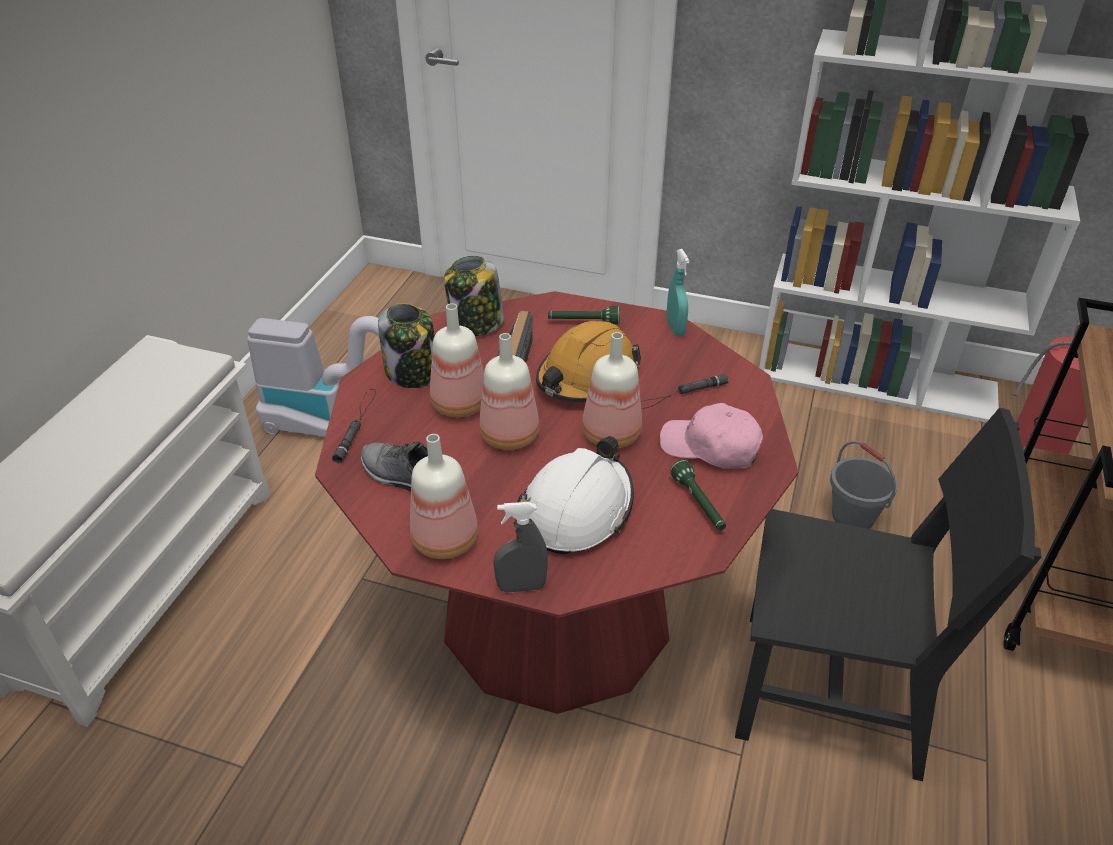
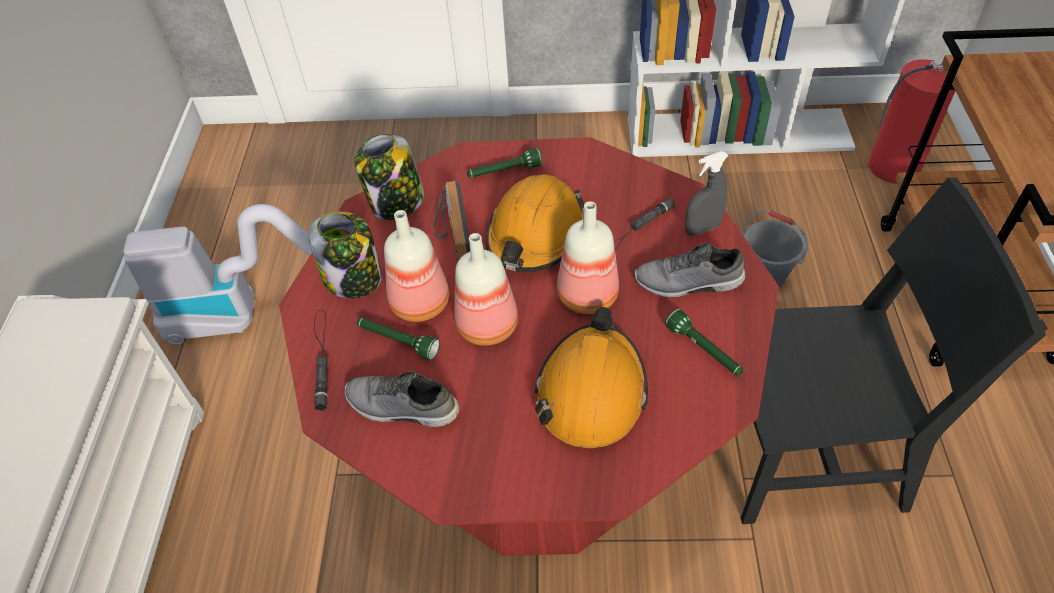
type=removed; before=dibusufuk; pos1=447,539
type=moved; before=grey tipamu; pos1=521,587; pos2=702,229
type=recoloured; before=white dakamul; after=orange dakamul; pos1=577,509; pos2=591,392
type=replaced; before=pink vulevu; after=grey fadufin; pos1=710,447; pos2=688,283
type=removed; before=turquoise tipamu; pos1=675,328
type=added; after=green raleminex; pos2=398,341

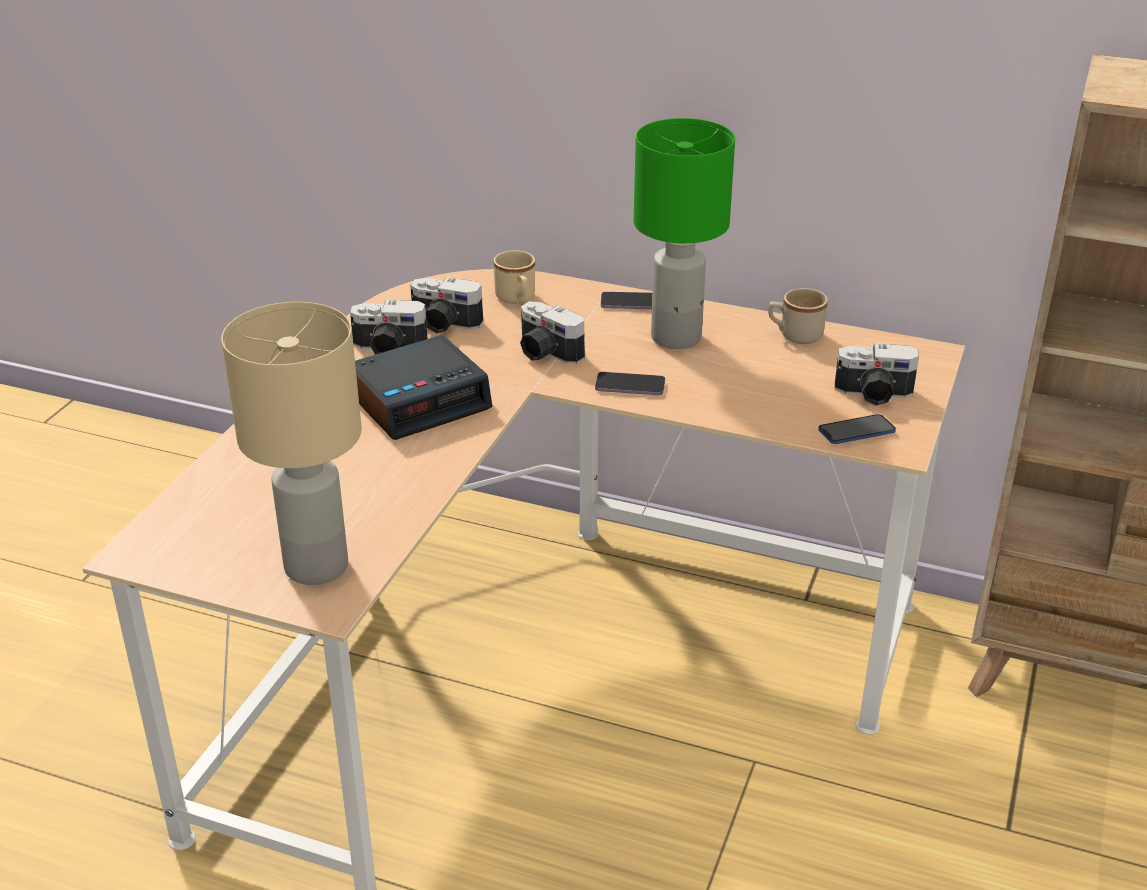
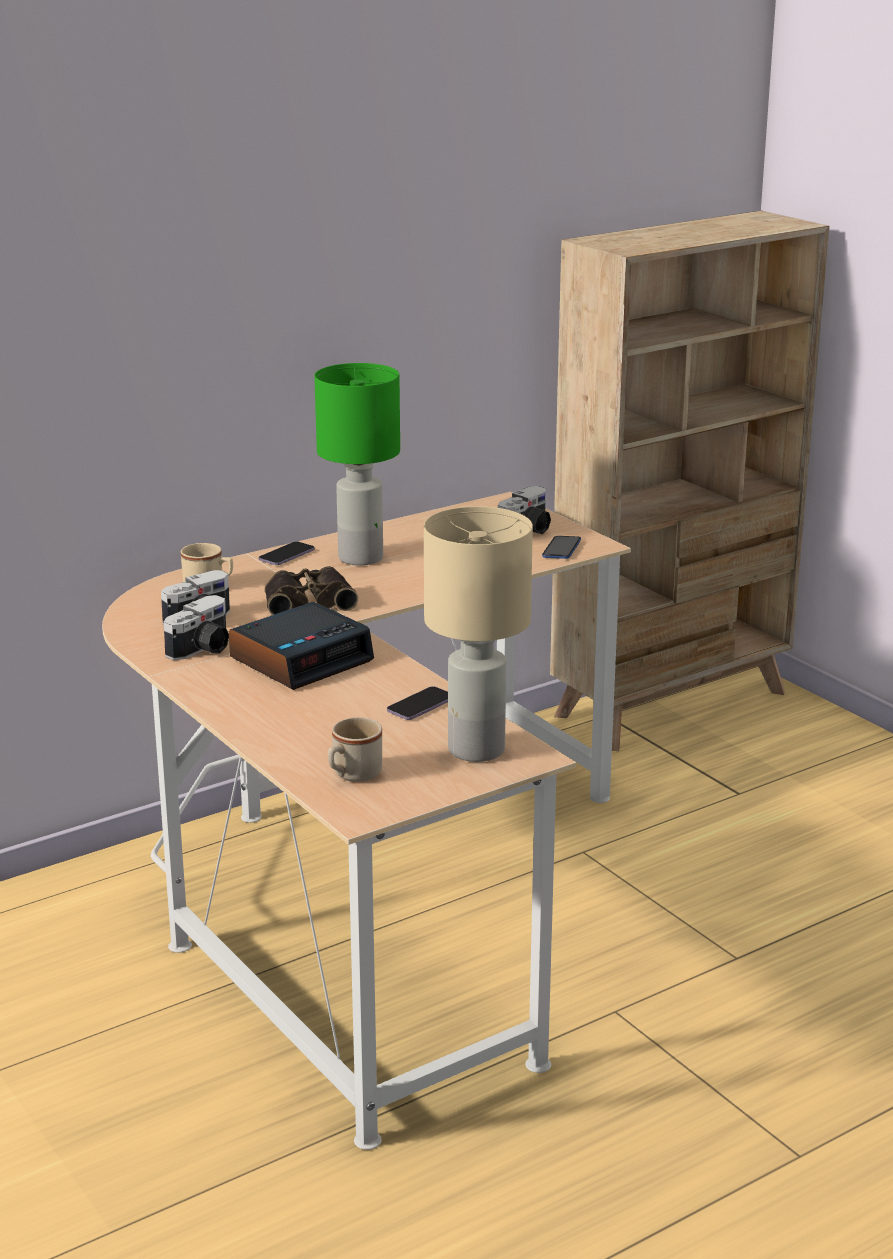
type=turned; before=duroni; pos1=419,400; pos2=302,659; turn=45
type=replaced; before=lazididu; after=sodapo; pos1=545,353; pos2=308,601
type=moved; before=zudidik; pos1=630,386; pos2=421,706
type=moved; before=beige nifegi; pos1=794,335; pos2=352,775

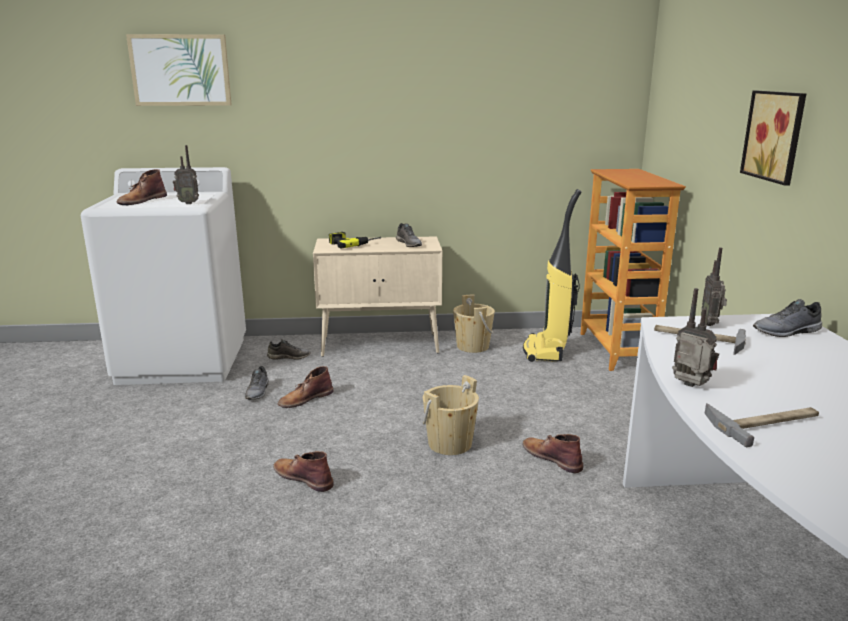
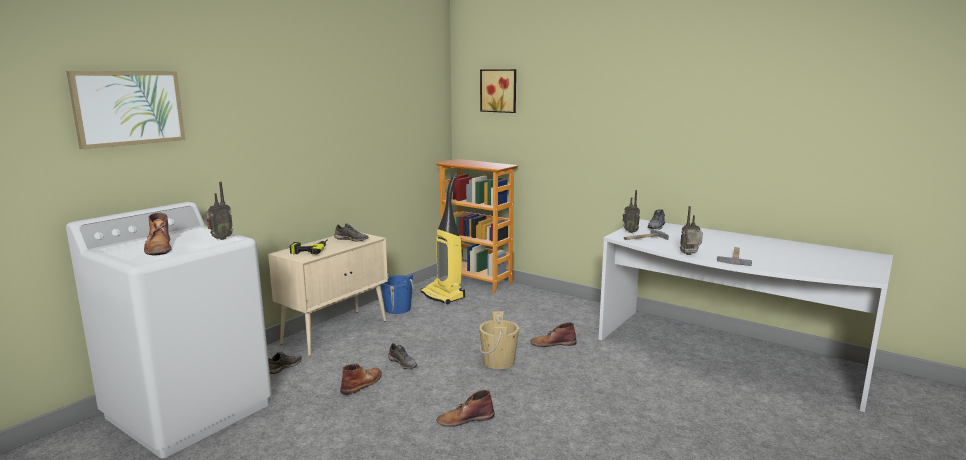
type=moved; before=grey fadufin; pos1=258,392; pos2=403,363
type=turned; before=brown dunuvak; pos1=305,398; pos2=362,383; turn=-150
type=recoloured; before=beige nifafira; after=blue nifafira; pos1=472,346; pos2=397,309
type=moved; before=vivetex; pos1=776,136; pos2=499,90

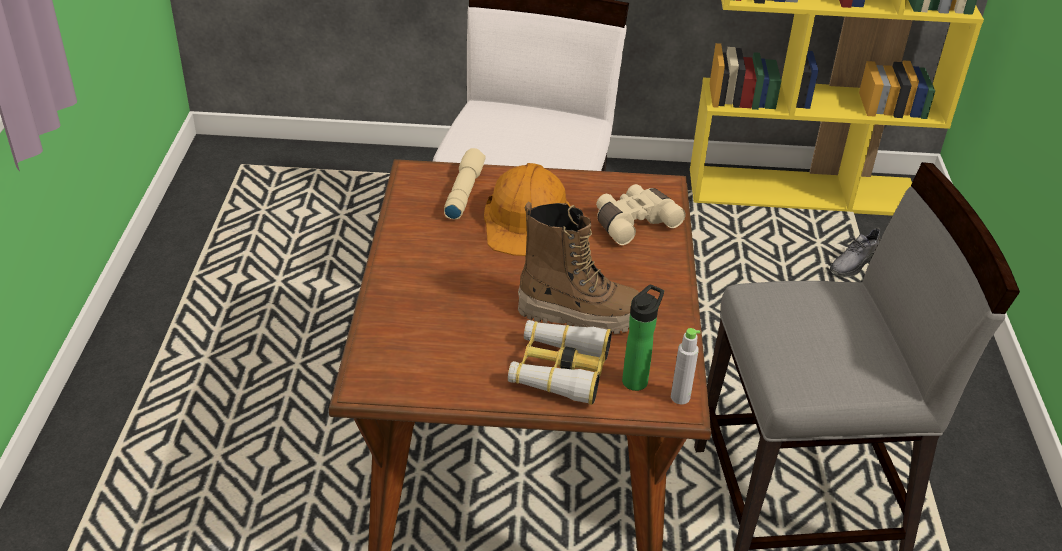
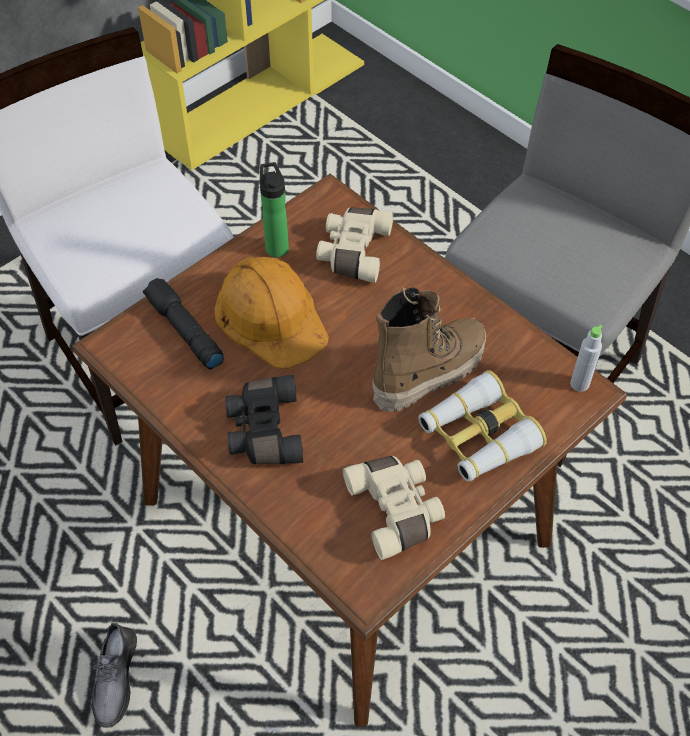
type=recoloured; before=beige raleminex; after=black raleminex; pos1=463,192; pos2=183,330
type=moved; before=dibusufuk; pos1=637,379; pos2=276,246
type=moved; before=grey fadufin; pos1=854,263; pos2=115,678
type=added; after=black sodapo; pos2=263,430
type=added; after=beige sodapo; pos2=396,509

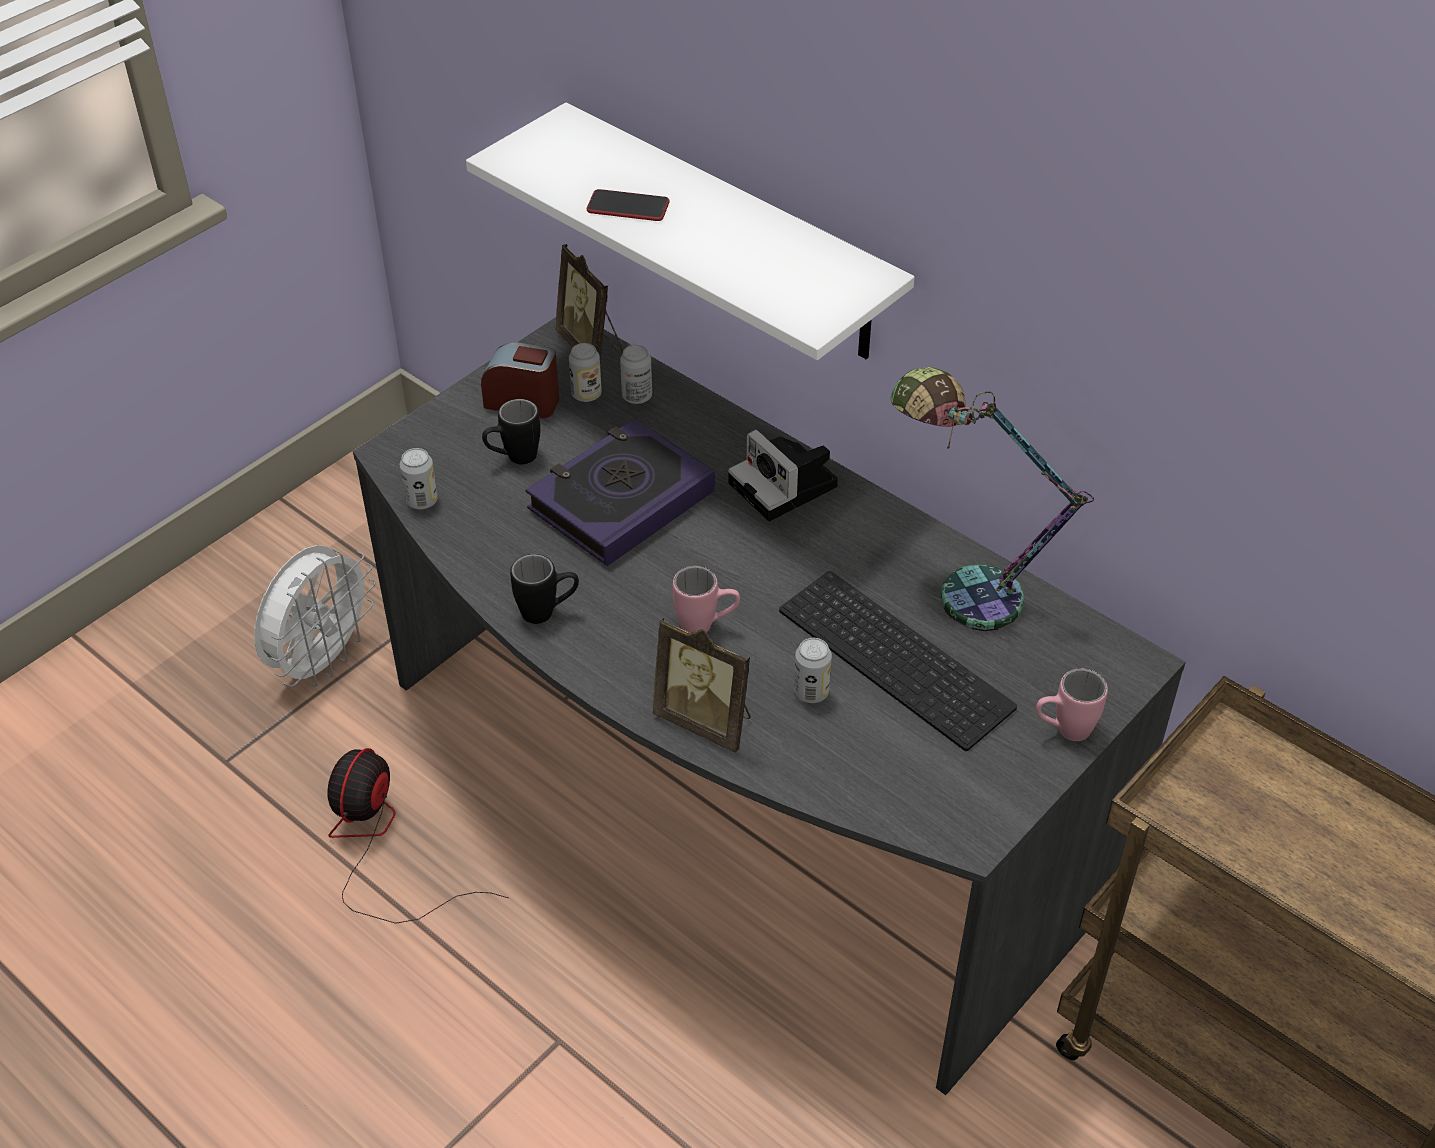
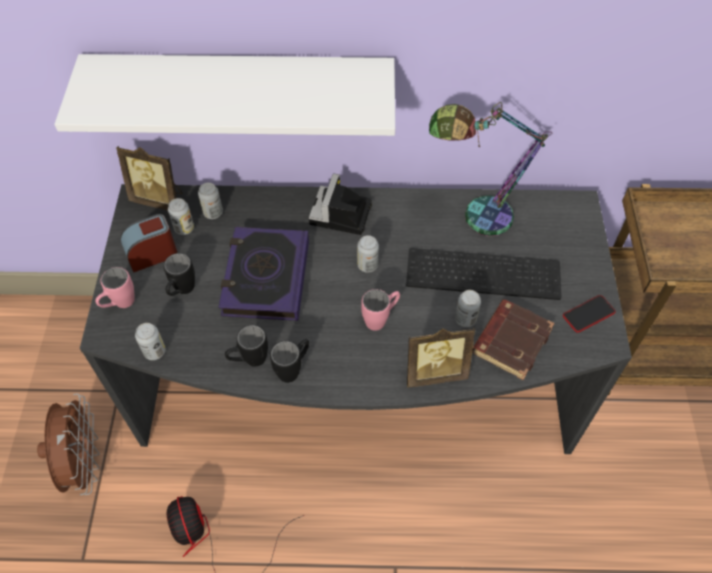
type=recoloured; before=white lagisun; after=brown lagisun; pos1=322,661; pos2=84,463
type=moved; before=zudidik; pos1=628,207; pos2=588,314
type=turned; before=lazididu; pos1=786,486; pos2=341,216; turn=90
type=moved; before=pink nifegi; pos1=1063,731; pos2=120,305
type=added; after=black nifegi; pos2=249,361
type=added; after=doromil; pos2=367,265
type=added; after=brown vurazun; pos2=511,340

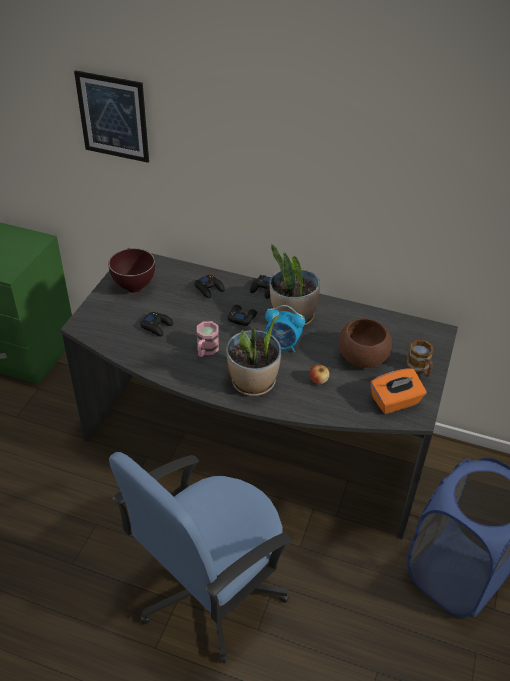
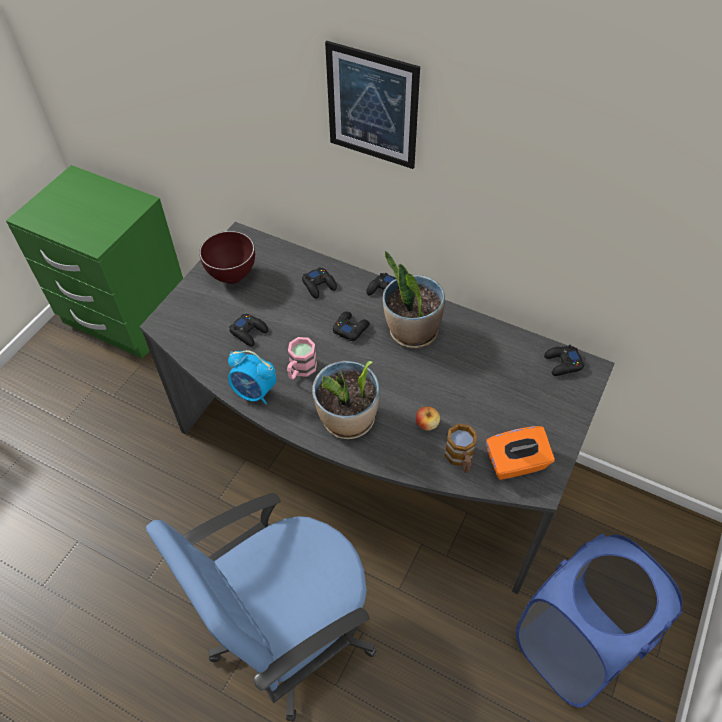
type=moved; before=vivetex; pos1=113,117; pos2=372,106
type=moved; before=duroni; pos1=282,345; pos2=254,392
type=removed; before=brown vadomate; pos1=362,358
type=moved; before=nifegi; pos1=419,369; pos2=460,459
type=added; after=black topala; pos2=562,364

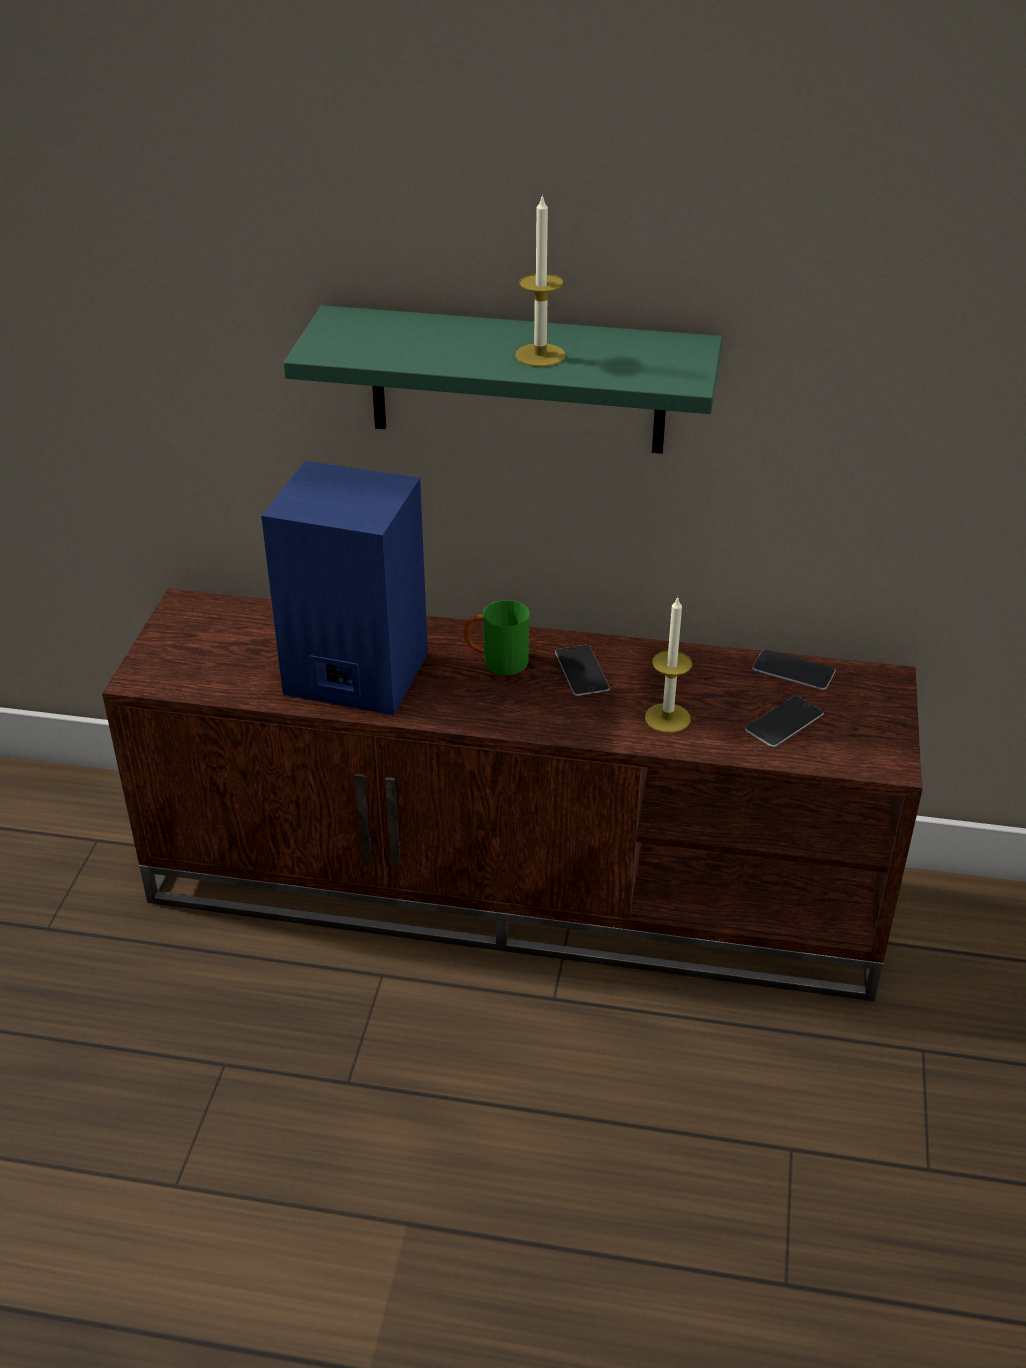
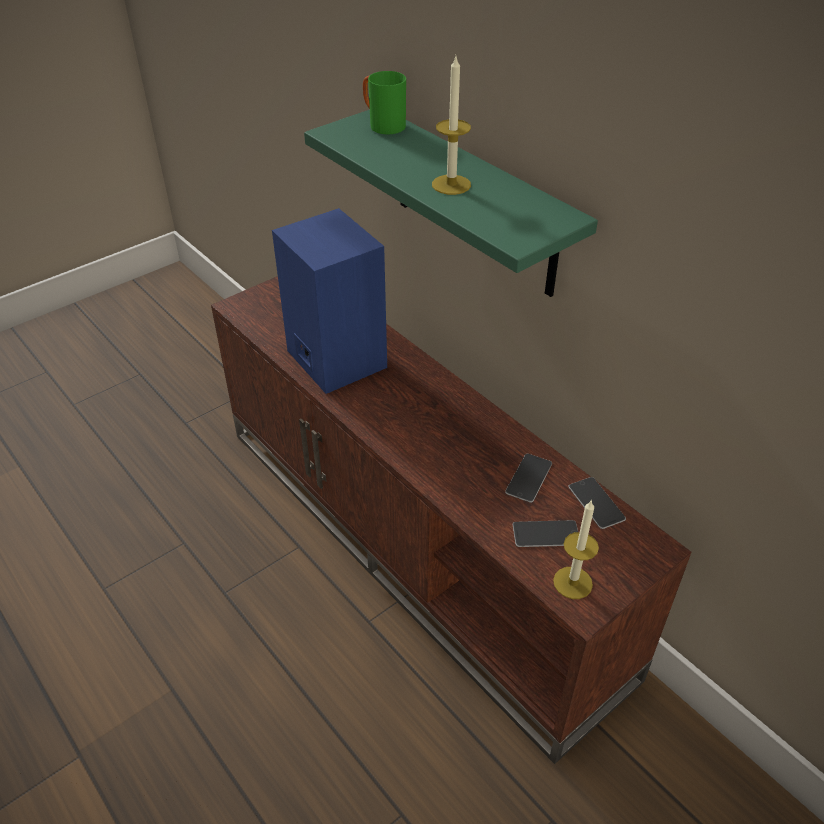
type=moved; before=green nifegi; pos1=496,662; pos2=382,125
type=moved; before=zudidik; pos1=582,670; pos2=529,478
type=moved; before=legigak; pos1=667,718; pos2=572,582

